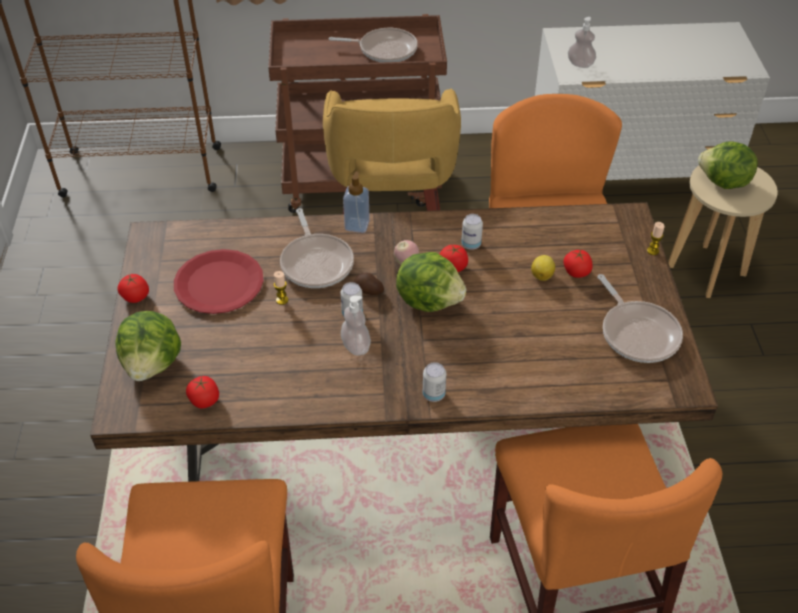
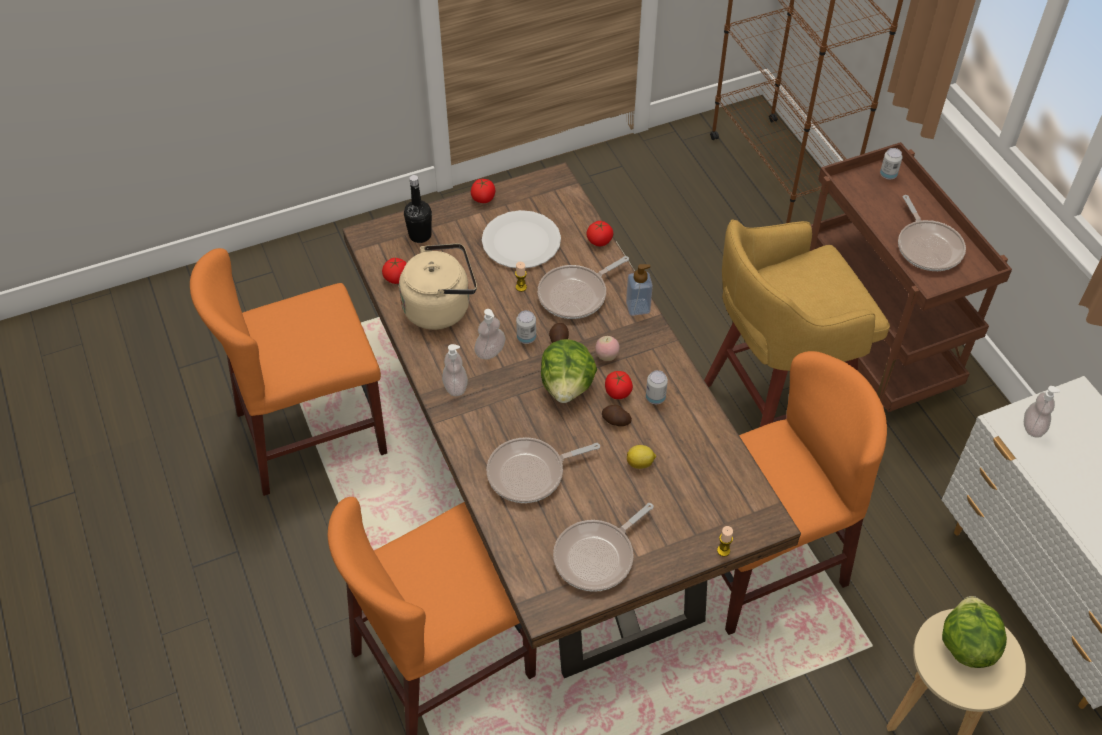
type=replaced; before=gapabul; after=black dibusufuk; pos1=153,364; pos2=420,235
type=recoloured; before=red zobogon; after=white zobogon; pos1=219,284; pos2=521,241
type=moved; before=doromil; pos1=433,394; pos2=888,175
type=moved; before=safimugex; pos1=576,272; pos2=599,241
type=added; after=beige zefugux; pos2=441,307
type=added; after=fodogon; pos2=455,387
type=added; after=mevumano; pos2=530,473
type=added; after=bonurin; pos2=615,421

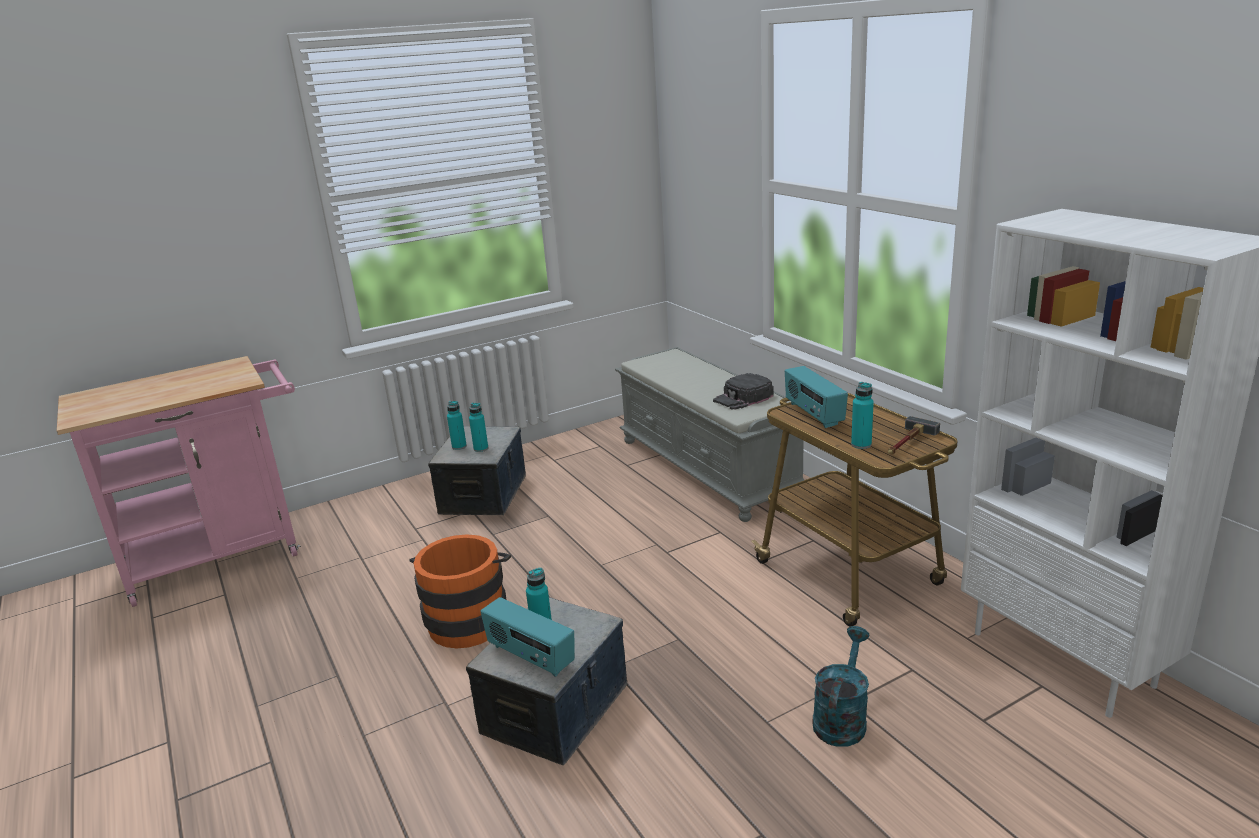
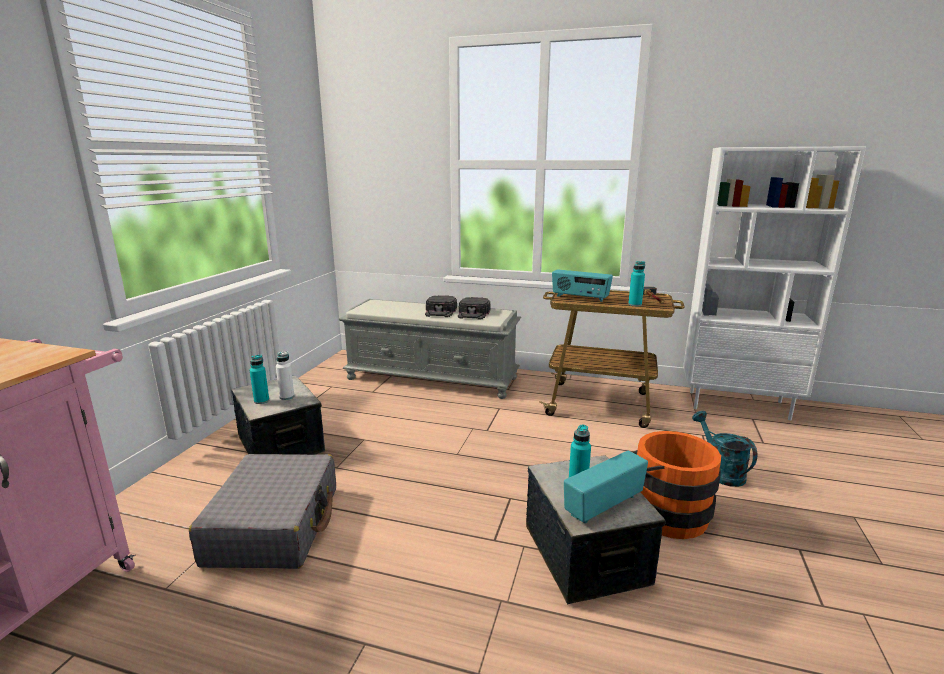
type=moved; before=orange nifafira; pos1=469,619; pos2=662,511
type=recoloured; before=turquoise dibusufuk; after=white dibusufuk; pos1=481,449; pos2=287,397
type=turned; before=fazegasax; pos1=530,657; pos2=603,505; turn=150
type=added; after=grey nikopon; pos2=275,525
type=added; after=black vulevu; pos2=441,311

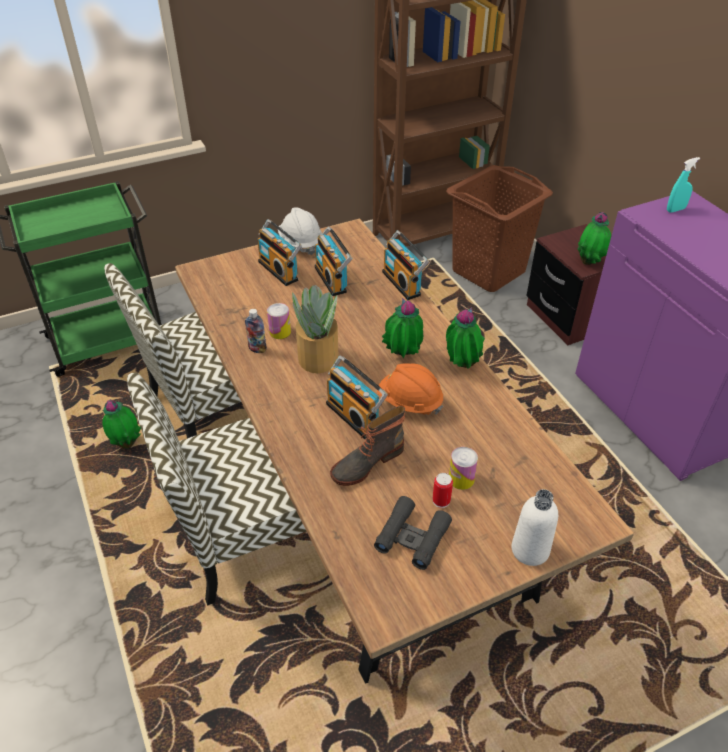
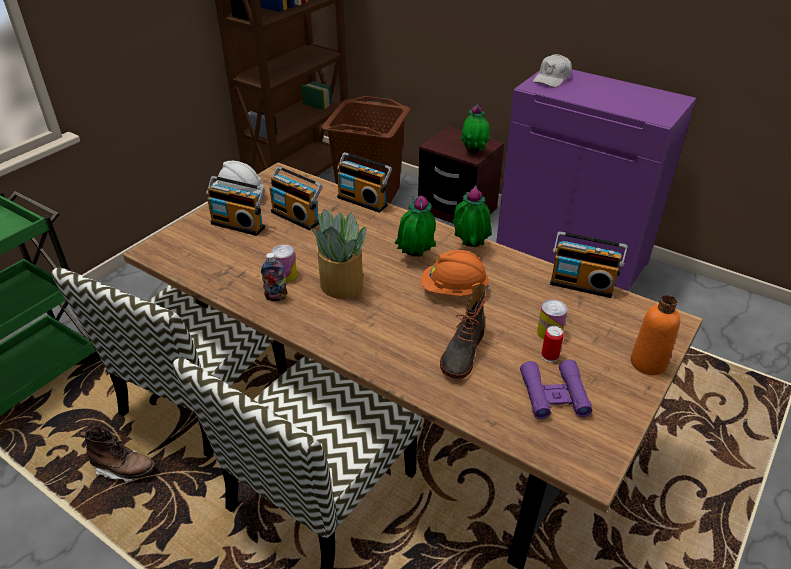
type=replaced; before=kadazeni; after=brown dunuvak; pos1=127,443; pos2=124,469
type=moved; before=fazegasax; pos1=355,416; pos2=582,284
type=recoloured; before=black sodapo; after=purple sodapo; pos1=412,537; pos2=554,395
type=recoloured; before=white dibusufuk; after=orange dibusufuk; pos1=530,550; pos2=648,363
type=replaced; before=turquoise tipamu; after=white vulevu; pos1=675,209; pos2=552,78

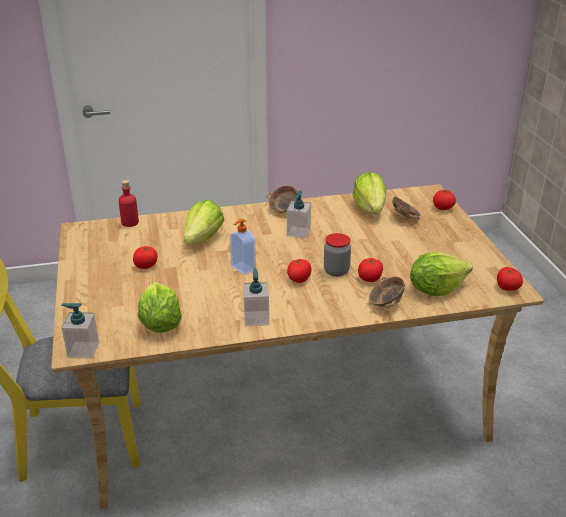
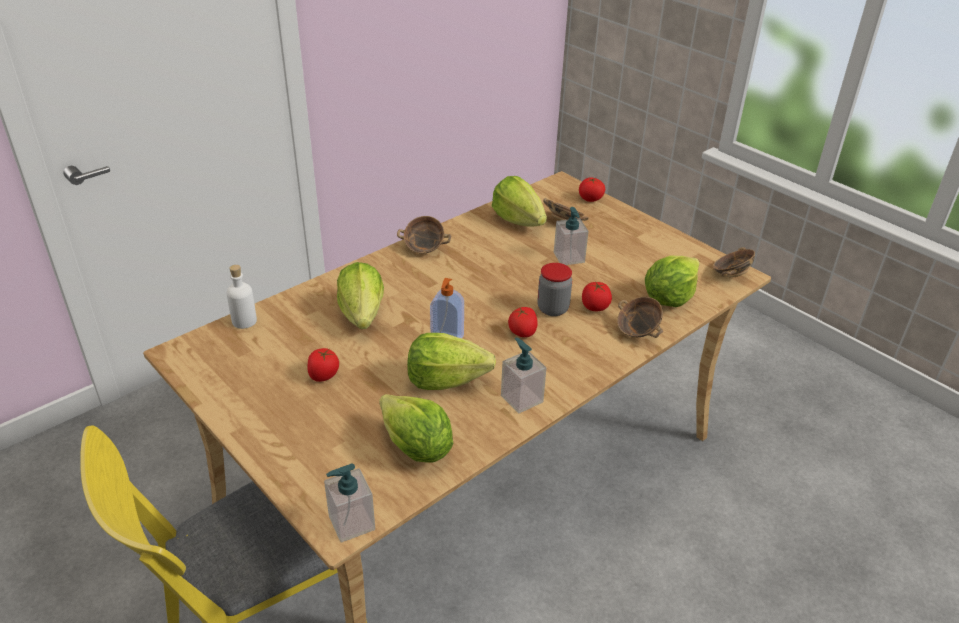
type=recoloured; before=red dibusufuk; after=white dibusufuk; pos1=130,222; pos2=244,321
type=moved; before=fodogon; pos1=298,232; pos2=569,257
type=replaced; before=safimugex; after=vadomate; pos1=507,288; pos2=730,274
type=added; after=gapabul; pos2=446,380

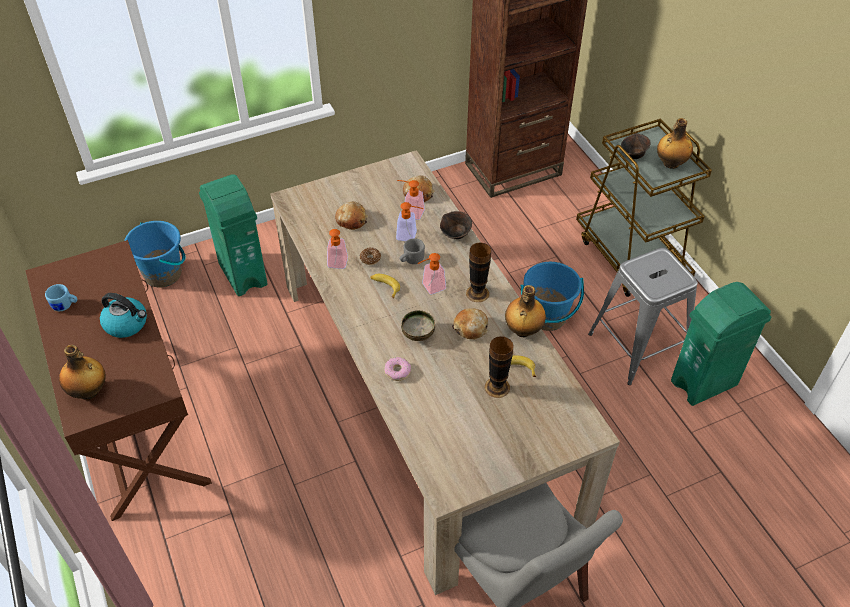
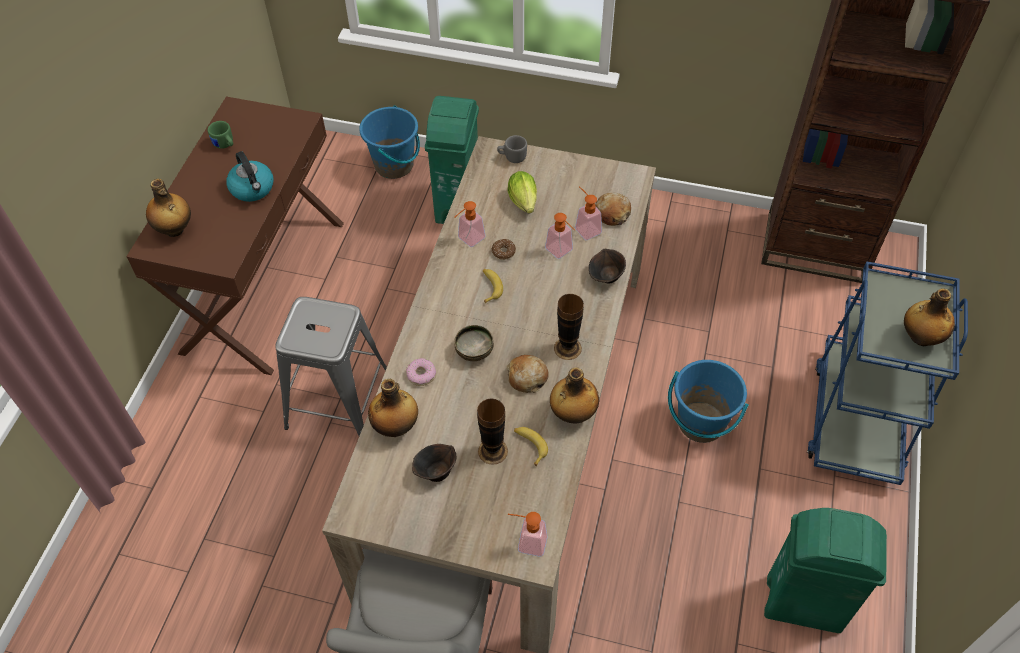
type=recoloured; before=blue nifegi; after=green nifegi; pos1=65,306; pos2=225,145
type=replaced; before=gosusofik; after=gapabul; pos1=351,220; pos2=524,204
type=moved; before=grey nifegi; pos1=411,260; pos2=512,157
type=moved; before=fodogon; pos1=430,288; pos2=526,542
type=recoloured; before=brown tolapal; after=blue tolapal; pos1=631,257; pos2=856,419
type=moved; before=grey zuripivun; pos1=637,346; pos2=337,401
type=moved; before=brown vadomate; pos1=633,155; pos2=435,471
type=added; after=dibusufuk; pos2=396,427

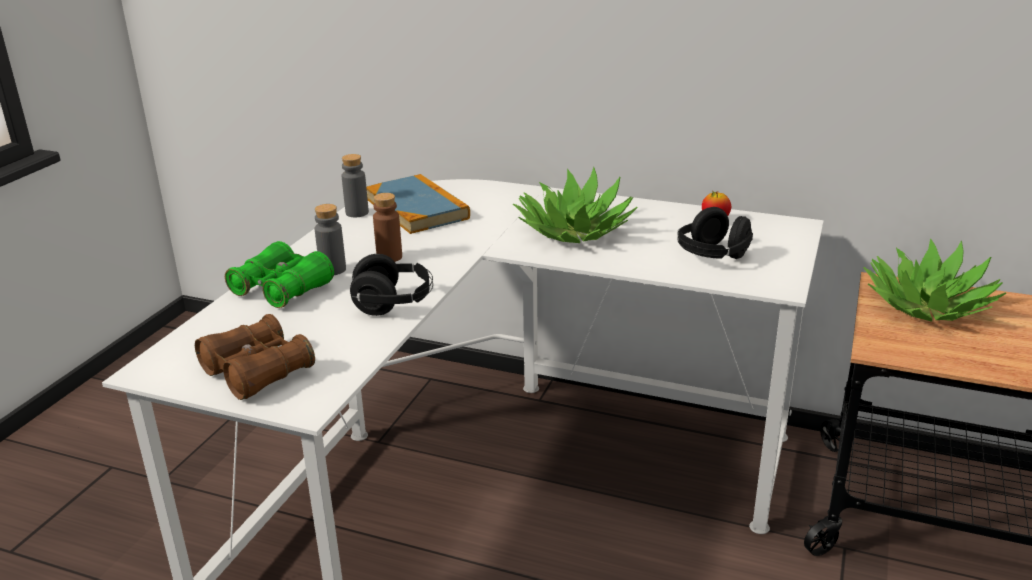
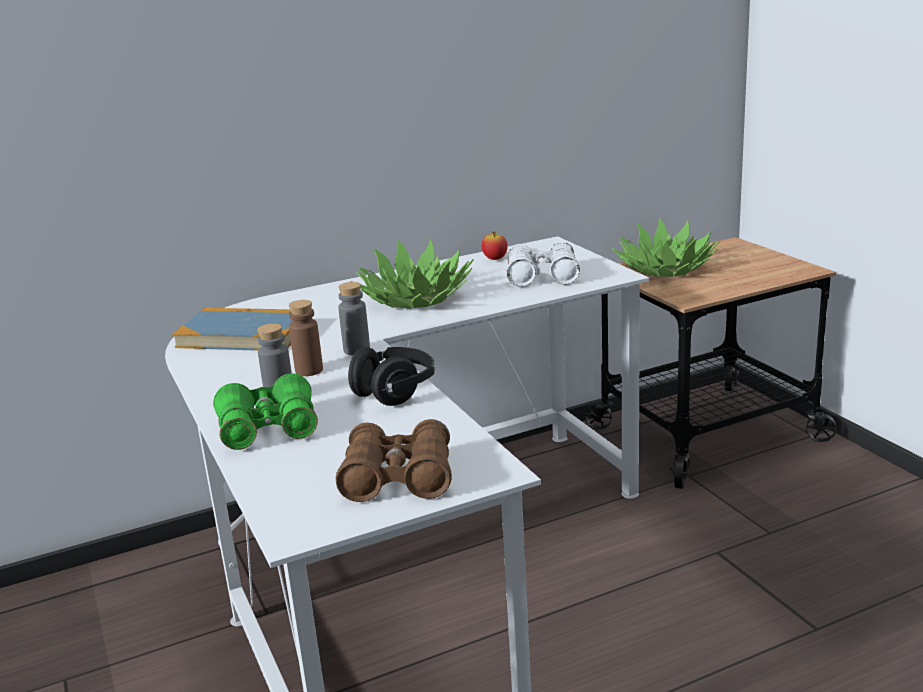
type=moved; before=grey dibusufuk; pos1=357,213; pos2=356,350
type=replaced; before=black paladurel; after=white sodapo; pos1=712,256; pos2=542,277

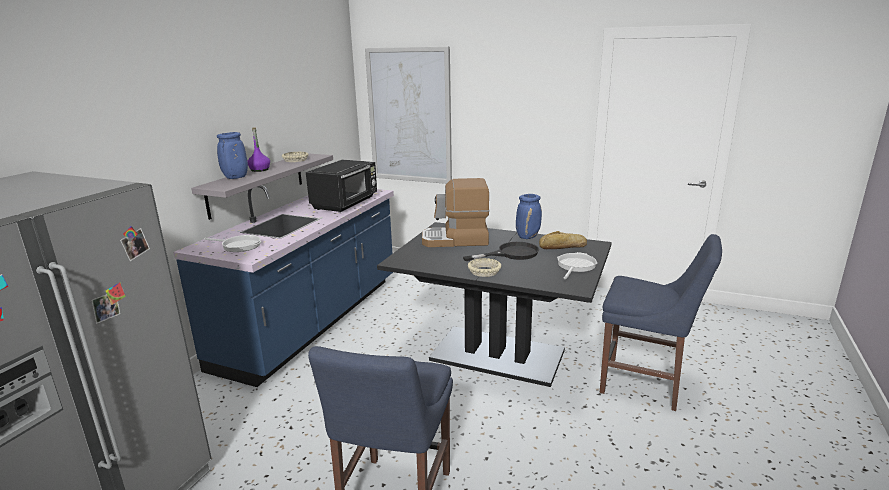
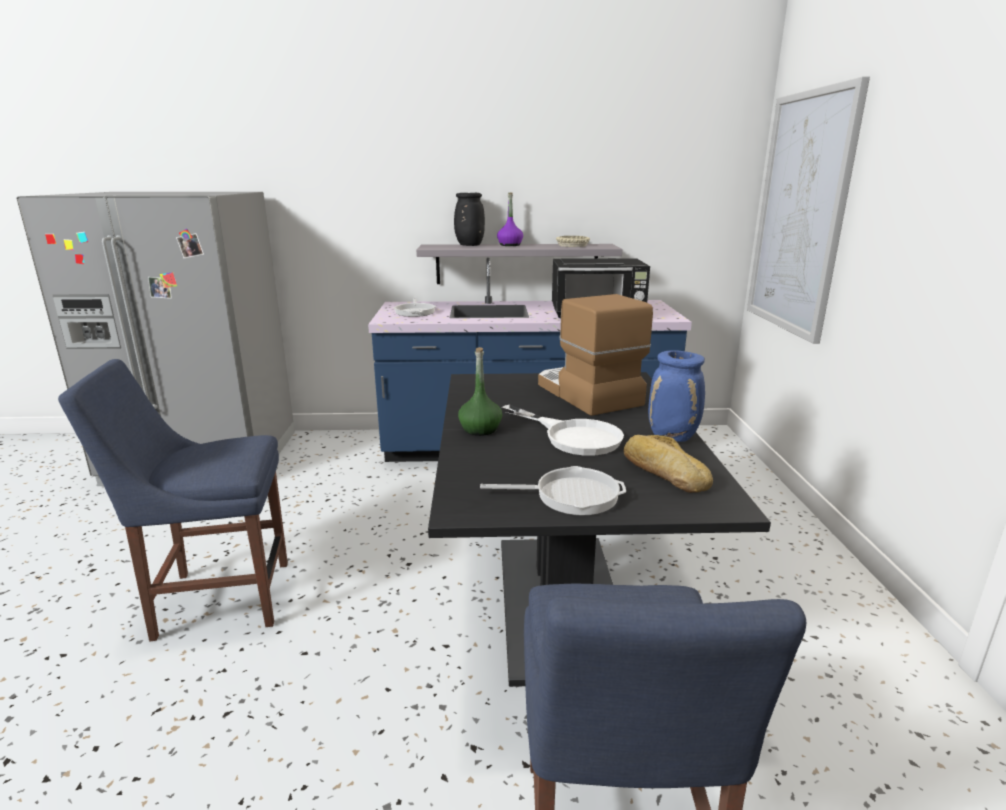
type=recoloured; before=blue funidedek; after=black funidedek; pos1=235,178; pos2=469,245
type=recoloured; before=black mevumano; after=white mevumano; pos1=511,254; pos2=572,436
type=replaced; before=beige vadomate; after=green dibusufuk; pos1=484,271; pos2=480,429

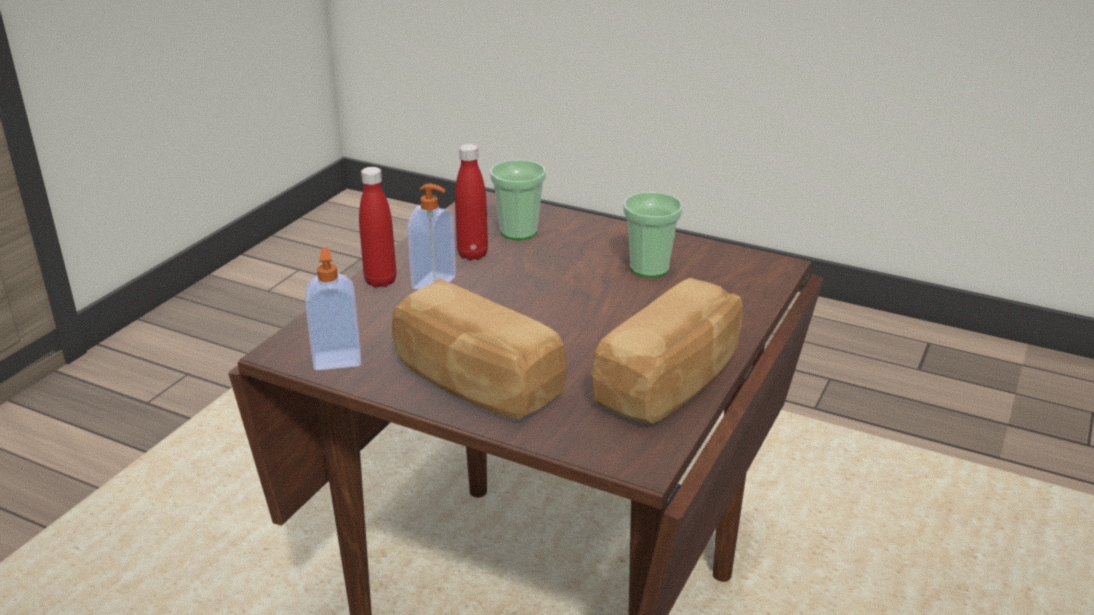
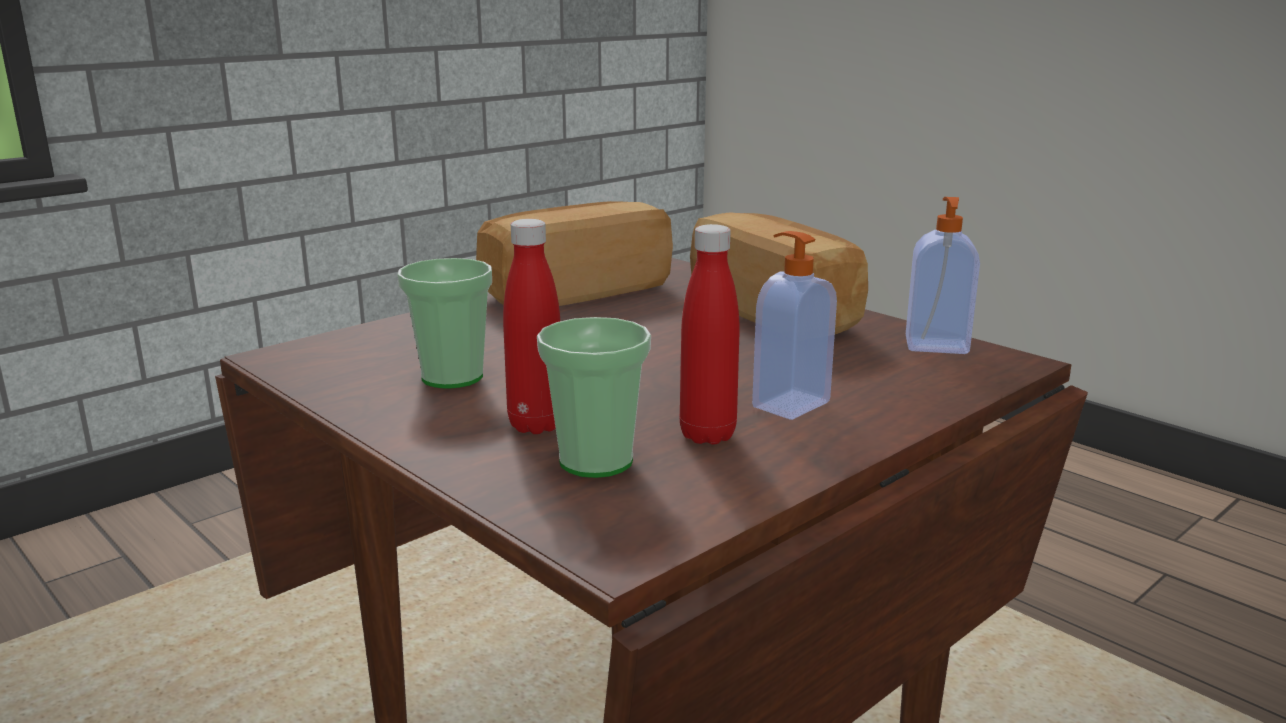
type=moved; before=red dibusufuk; pos1=380,281; pos2=536,425

